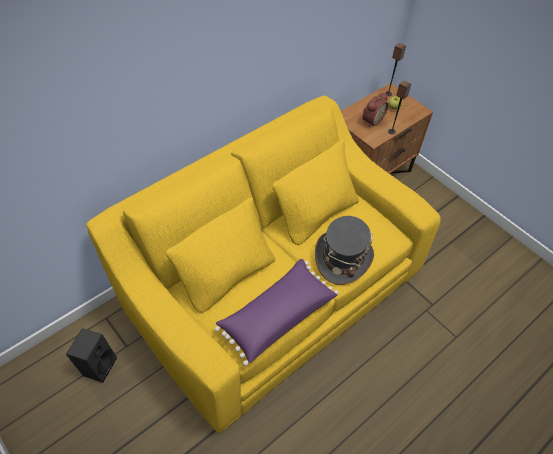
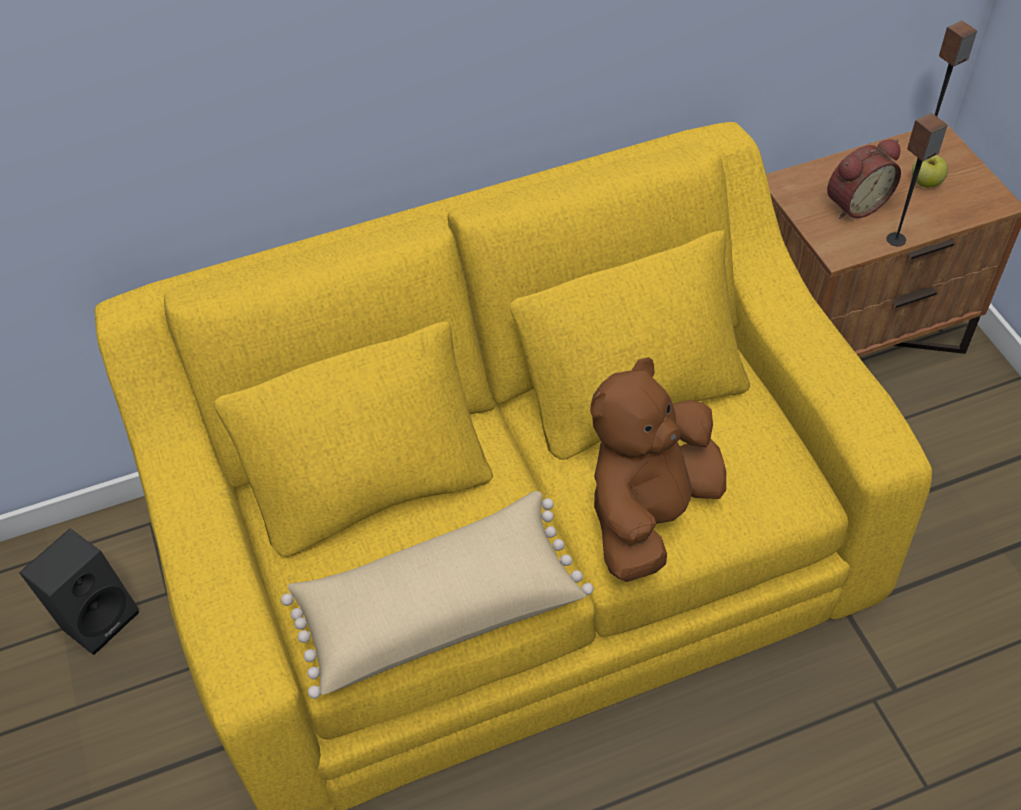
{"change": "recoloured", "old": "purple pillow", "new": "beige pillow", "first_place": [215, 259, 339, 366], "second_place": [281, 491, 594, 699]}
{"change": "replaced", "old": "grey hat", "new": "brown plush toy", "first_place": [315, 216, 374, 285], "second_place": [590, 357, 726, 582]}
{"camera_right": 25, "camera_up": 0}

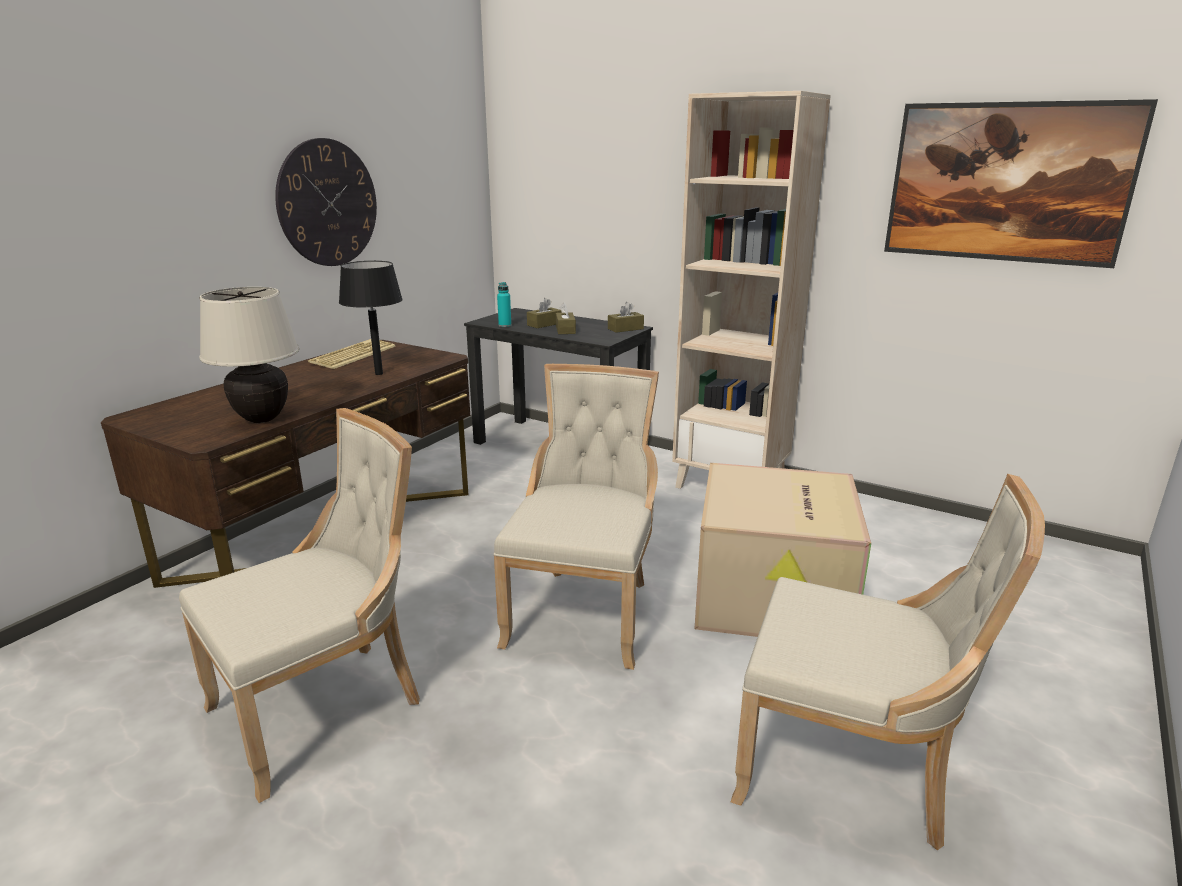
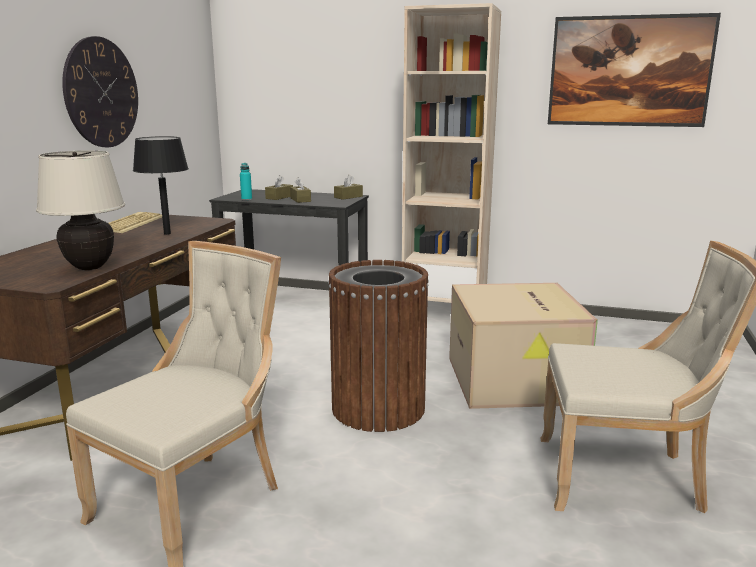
{"change": "replaced", "old": "beige chair", "new": "brown trash can", "first_place": [494, 364, 659, 670], "second_place": [328, 260, 429, 432]}
{"camera_right": -15, "camera_up": -5}

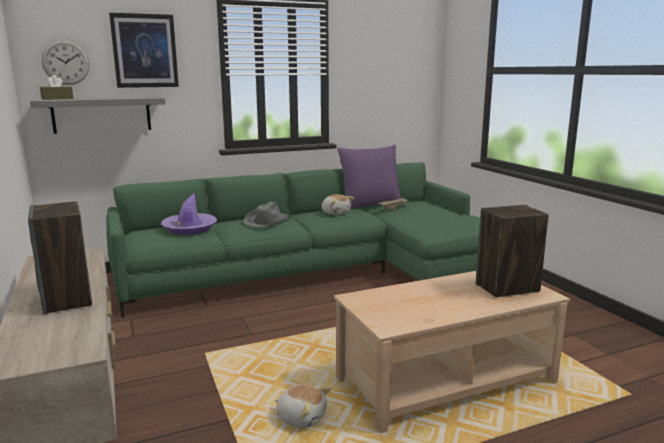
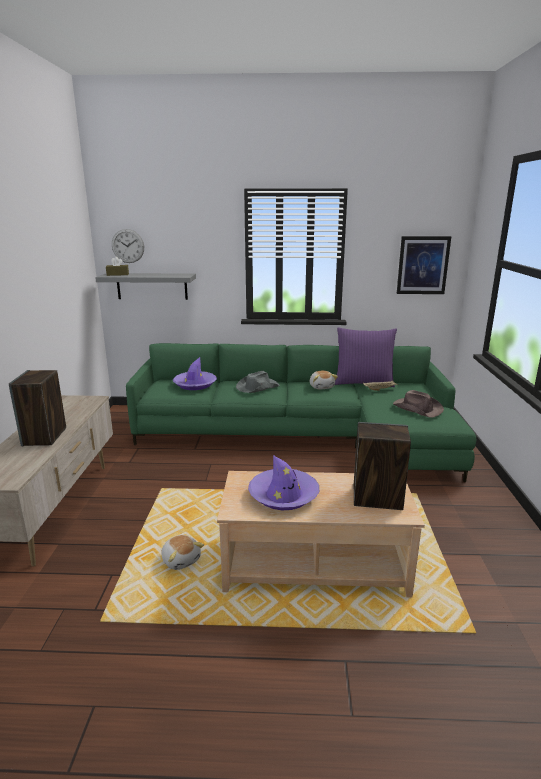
{"change": "moved", "old": "picture", "first_place": [109, 13, 179, 88], "second_place": [397, 236, 451, 294]}
{"change": "added", "new": "purple hat", "second_place": [248, 455, 319, 510]}
{"change": "added", "new": "brown hat", "second_place": [393, 390, 444, 418]}
{"camera_right": 25, "camera_up": 5}

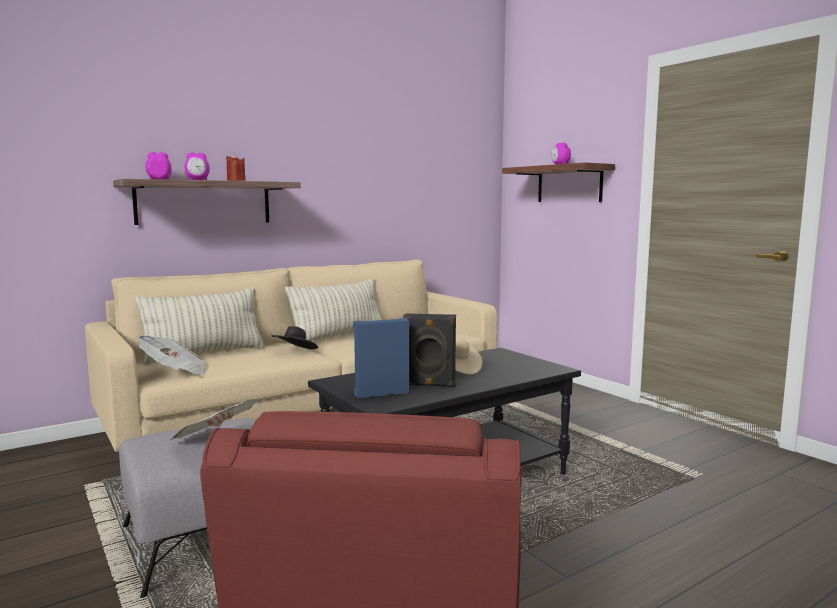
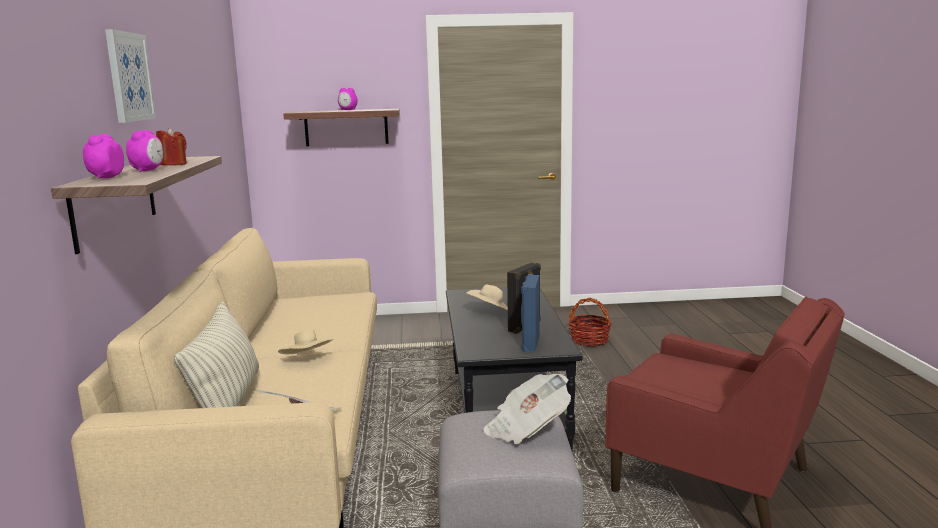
{"change": "recoloured", "old": "black hat", "new": "beige hat", "first_place": [271, 326, 318, 349], "second_place": [278, 329, 333, 354]}
{"change": "removed", "old": "pillow", "first_place": [285, 278, 382, 347]}
{"change": "added", "new": "picture", "second_place": [105, 29, 156, 123]}
{"change": "added", "new": "basket", "second_place": [568, 298, 612, 347]}
{"camera_right": -60, "camera_up": 5}

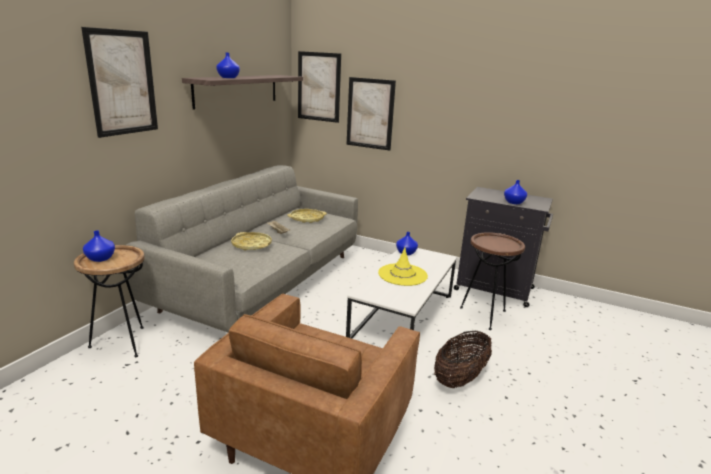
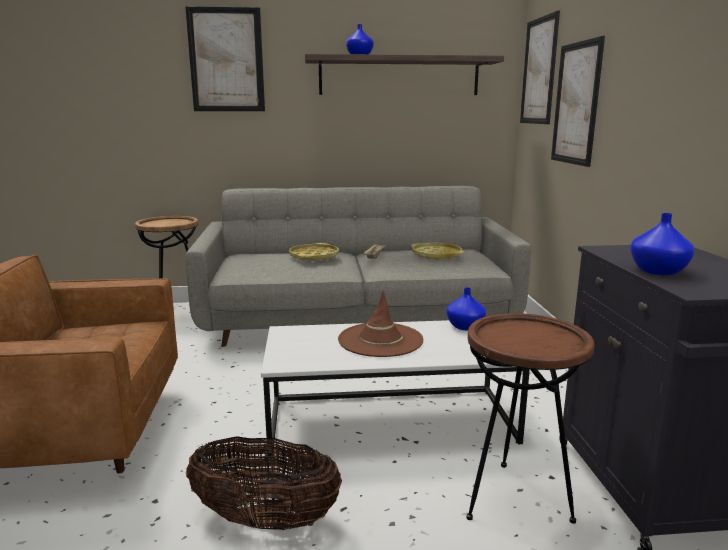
{"change": "removed", "old": "blue vase", "first_place": [83, 231, 115, 262]}
{"change": "recoloured", "old": "yellow hat", "new": "brown hat", "first_place": [378, 247, 428, 286], "second_place": [338, 291, 423, 357]}
{"camera_right": 60, "camera_up": -5}

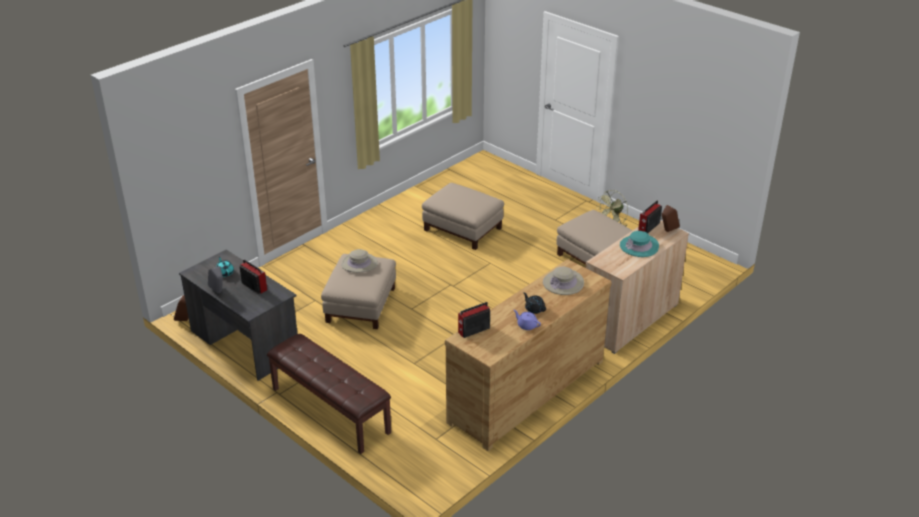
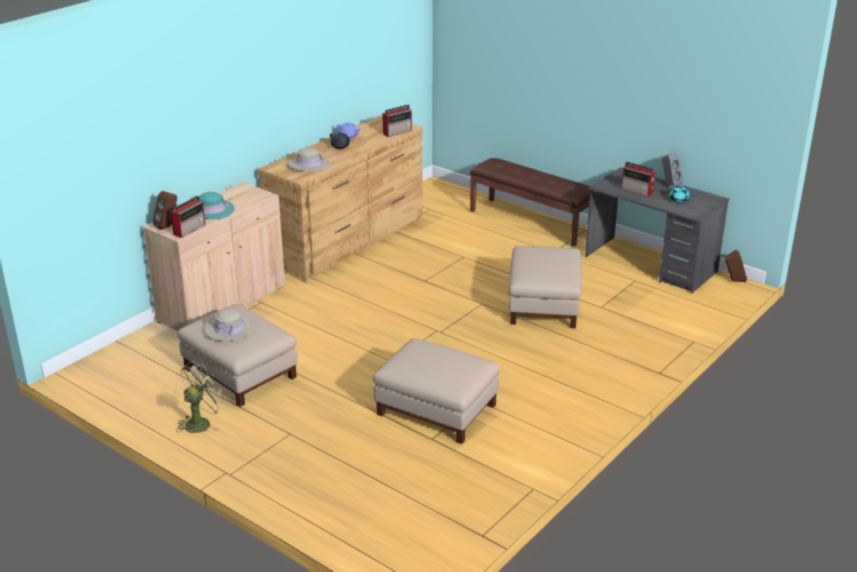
{"change": "moved", "old": "beige hat", "first_place": [341, 249, 378, 273], "second_place": [204, 309, 254, 341]}
{"camera_right": 175, "camera_up": -5}

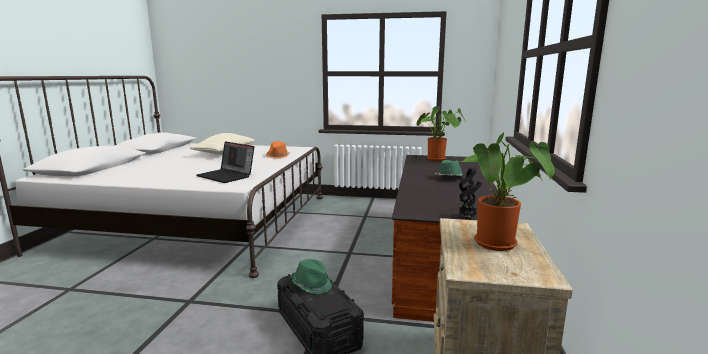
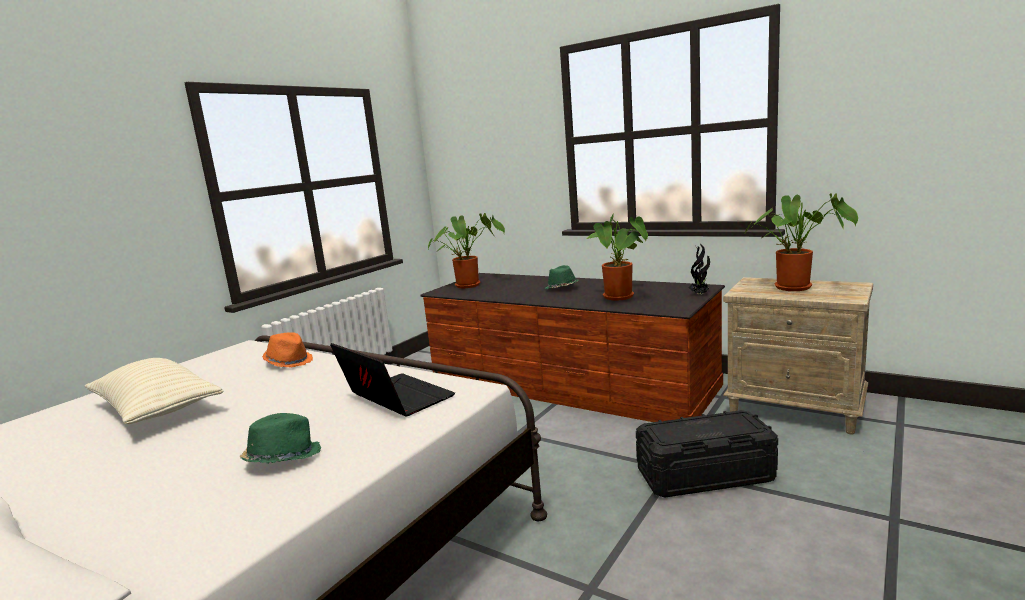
{"change": "turned", "old": "laptop", "first_place": [196, 142, 254, 183], "second_place": [330, 343, 455, 417], "degrees": -105}
{"change": "moved", "old": "green hat", "first_place": [291, 259, 332, 294], "second_place": [240, 413, 321, 464]}
{"change": "added", "new": "potted plant", "second_place": [586, 213, 648, 300]}
{"camera_right": -65, "camera_up": 0}

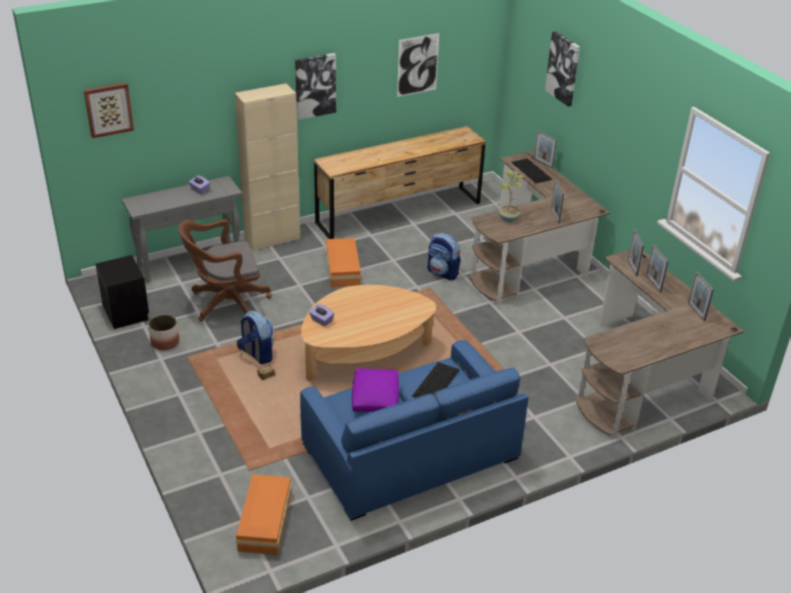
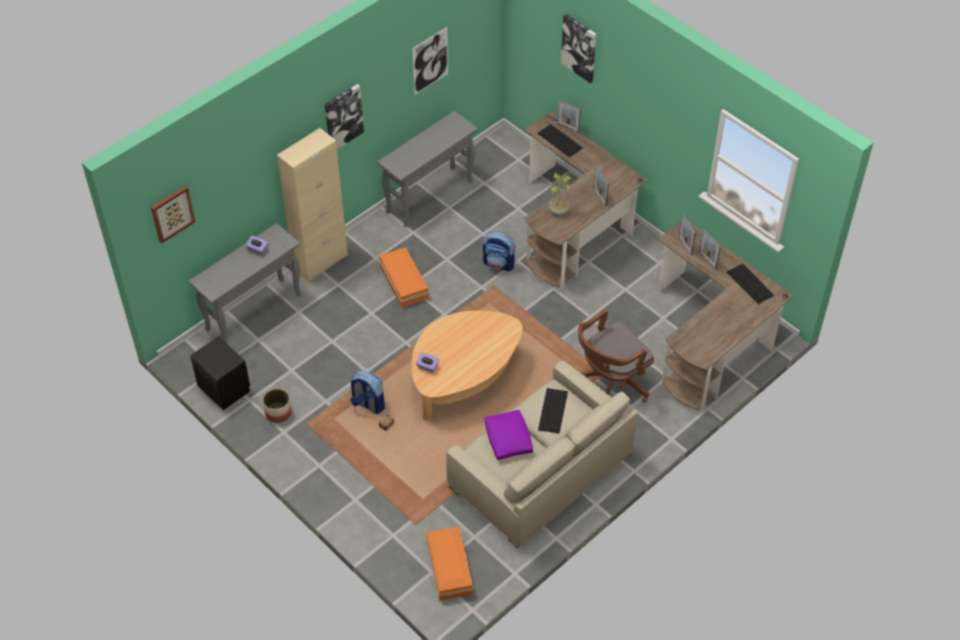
{"change": "moved", "old": "brown office chair", "first_place": [179, 220, 272, 322], "second_place": [578, 310, 654, 403]}
{"change": "recoloured", "old": "blue sofa", "new": "beige sofa", "first_place": [300, 340, 529, 521], "second_place": [446, 360, 638, 548]}
{"change": "replaced", "old": "brown dresser", "new": "grey console table", "first_place": [314, 126, 486, 239], "second_place": [377, 111, 478, 227]}
{"change": "replaced", "old": "picture frame", "new": "keyboard", "first_place": [688, 271, 714, 321], "second_place": [727, 263, 774, 304]}
{"camera_right": -15, "camera_up": 15}

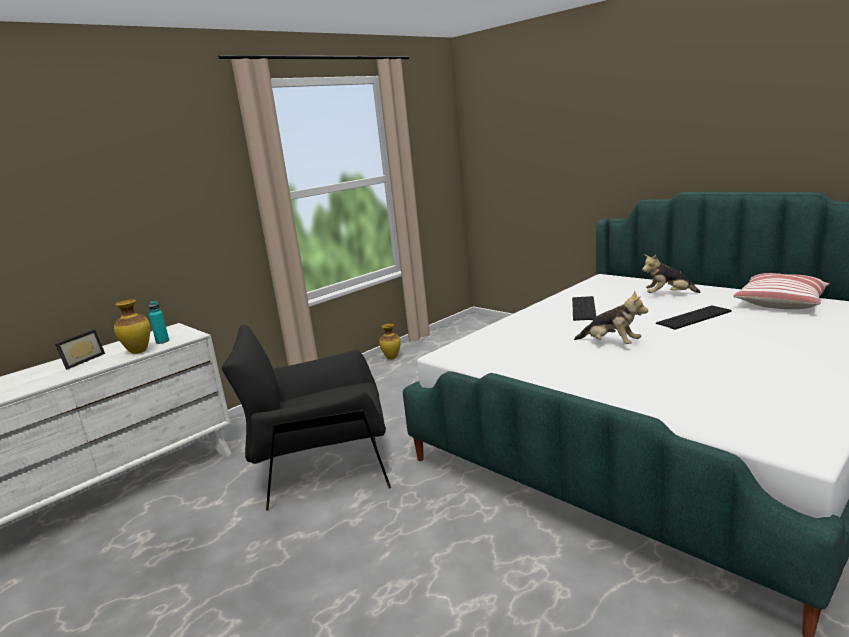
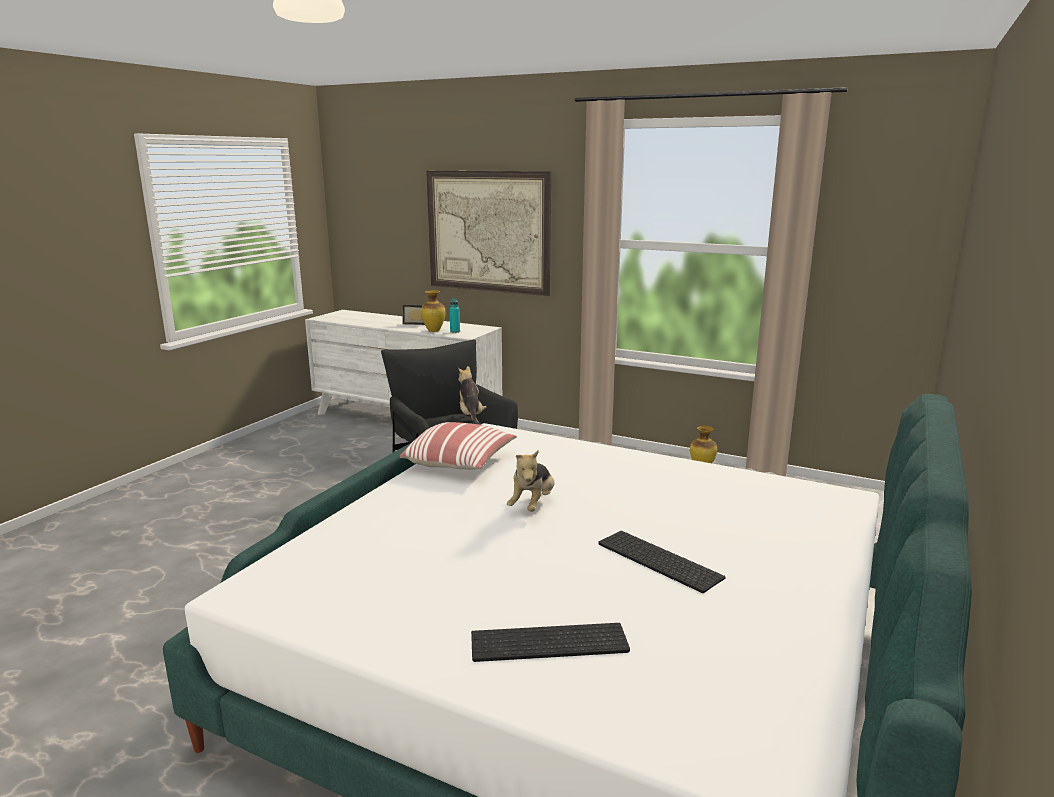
{"change": "moved", "old": "keyboard", "first_place": [572, 296, 596, 321], "second_place": [471, 623, 630, 662]}
{"change": "moved", "old": "plush toy", "first_place": [642, 255, 701, 293], "second_place": [458, 366, 487, 425]}
{"change": "moved", "old": "pillow", "first_place": [733, 273, 830, 309], "second_place": [400, 422, 517, 470]}
{"change": "added", "new": "picture", "second_place": [426, 171, 551, 296]}
{"camera_right": 70, "camera_up": 0}

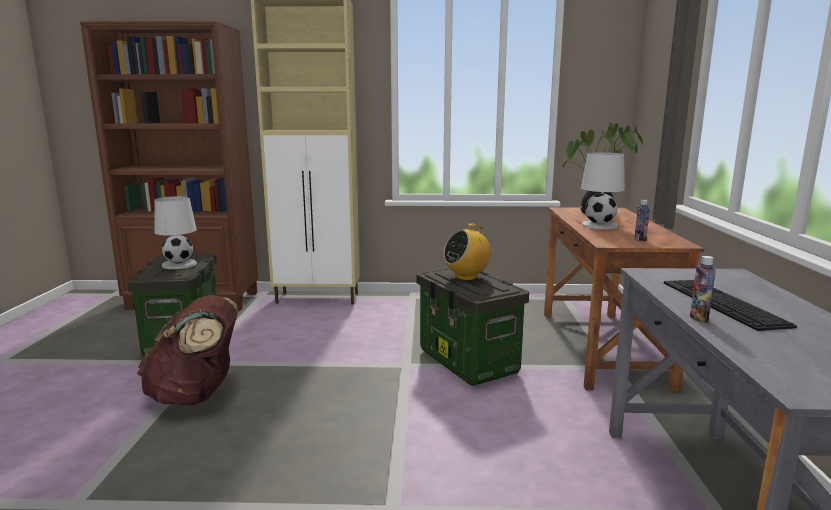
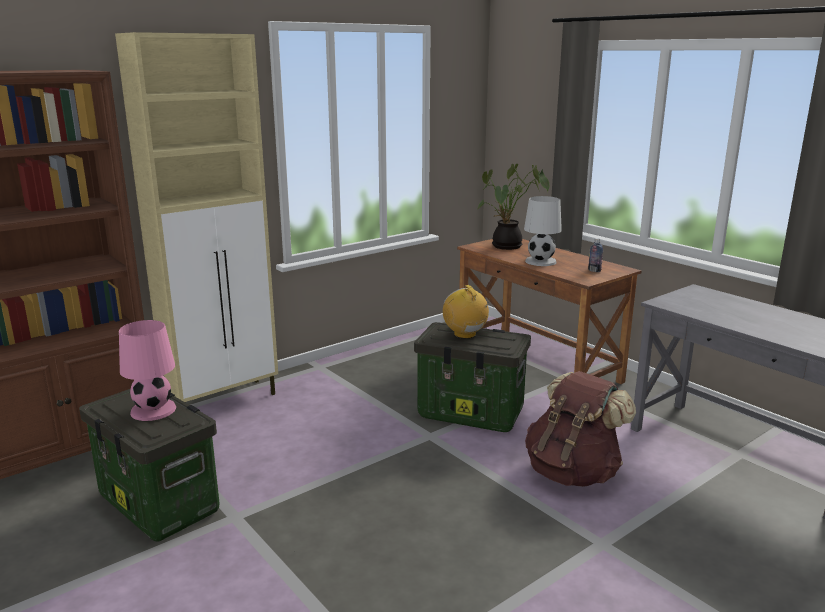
{"change": "moved", "old": "brown backpack", "first_place": [137, 295, 238, 405], "second_place": [525, 371, 636, 487]}
{"change": "recoloured", "old": "white table lamp", "new": "pink table lamp", "first_place": [154, 196, 197, 269], "second_place": [119, 320, 176, 421]}
{"change": "turned", "old": "radio", "first_place": [443, 224, 491, 281], "second_place": [443, 285, 490, 339], "degrees": 135}
{"change": "removed", "old": "keyboard", "first_place": [664, 280, 797, 331]}
{"change": "removed", "old": "bottle", "first_place": [690, 256, 716, 323]}
{"camera_right": -40, "camera_up": 5}

